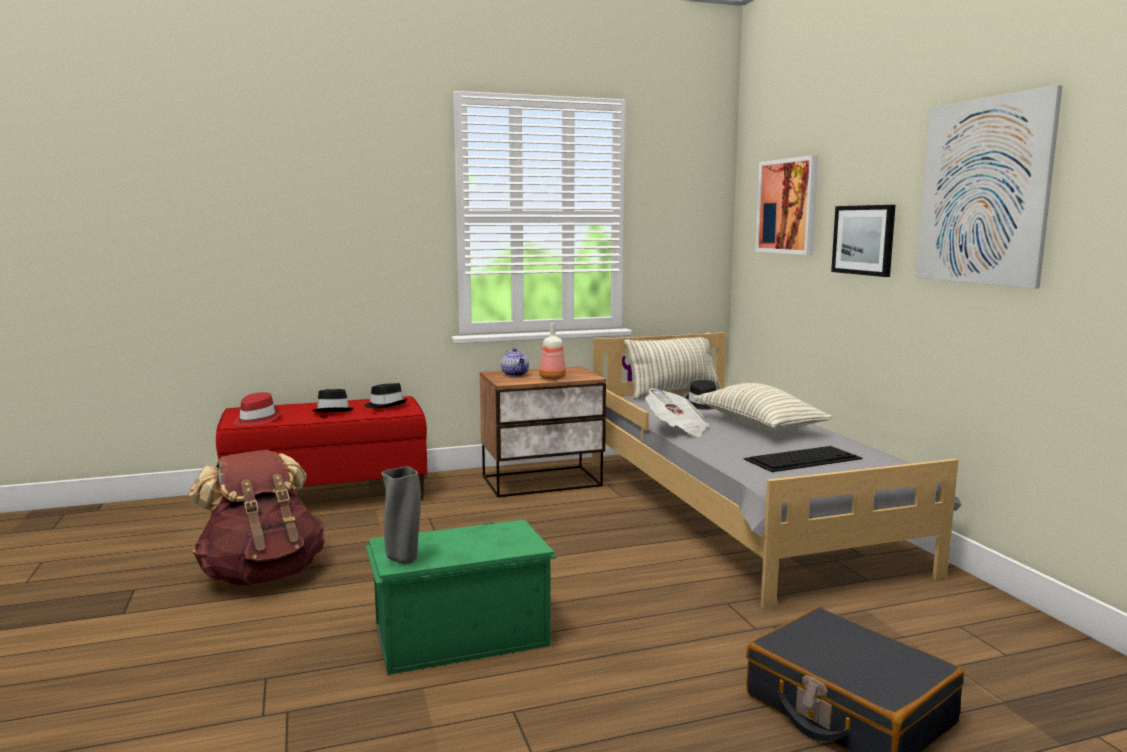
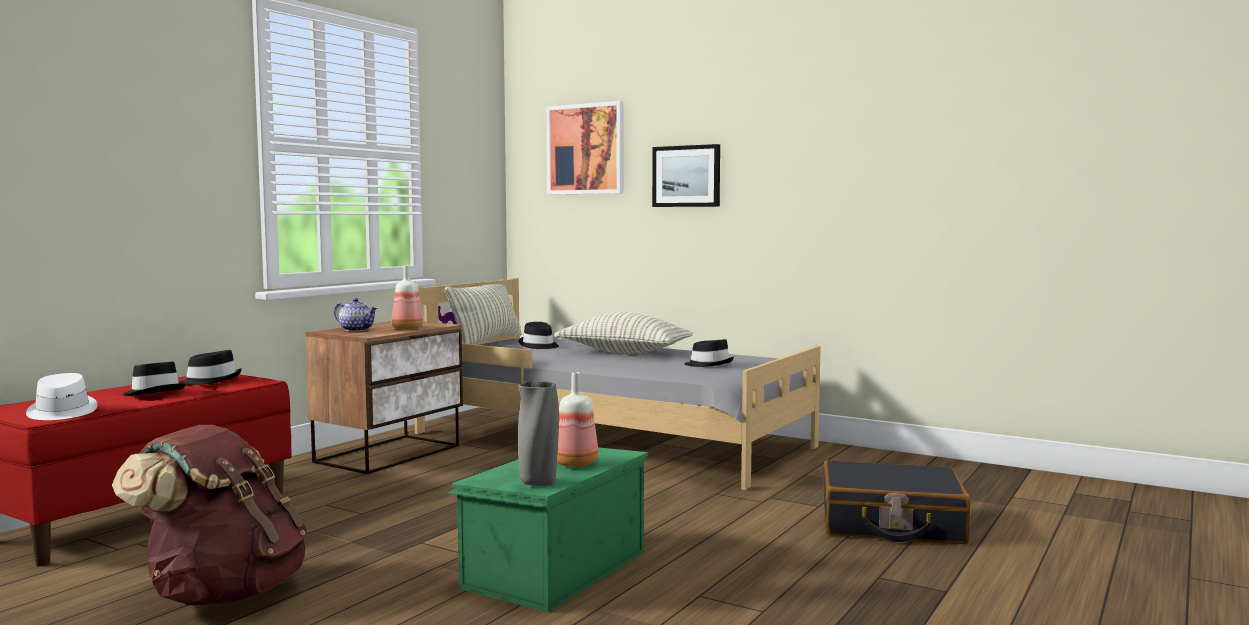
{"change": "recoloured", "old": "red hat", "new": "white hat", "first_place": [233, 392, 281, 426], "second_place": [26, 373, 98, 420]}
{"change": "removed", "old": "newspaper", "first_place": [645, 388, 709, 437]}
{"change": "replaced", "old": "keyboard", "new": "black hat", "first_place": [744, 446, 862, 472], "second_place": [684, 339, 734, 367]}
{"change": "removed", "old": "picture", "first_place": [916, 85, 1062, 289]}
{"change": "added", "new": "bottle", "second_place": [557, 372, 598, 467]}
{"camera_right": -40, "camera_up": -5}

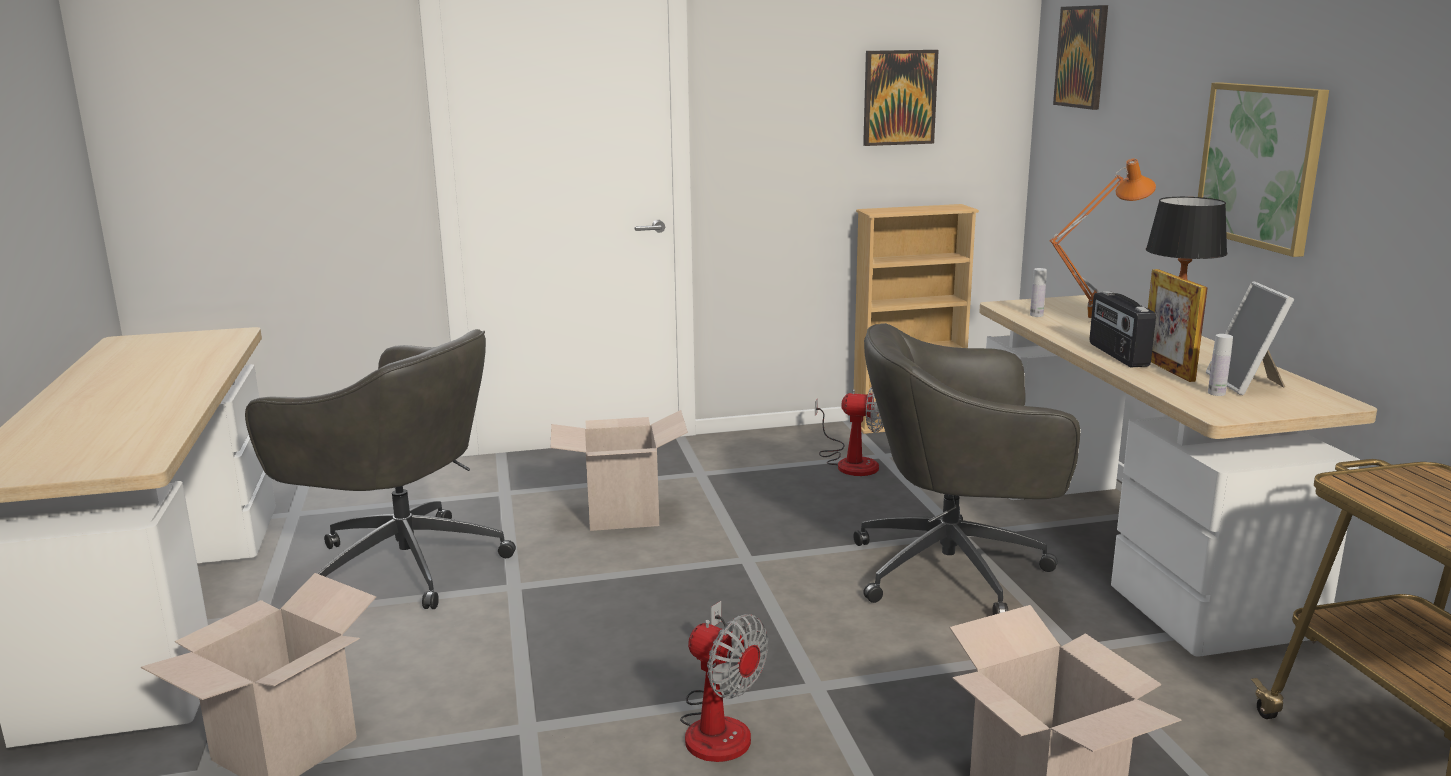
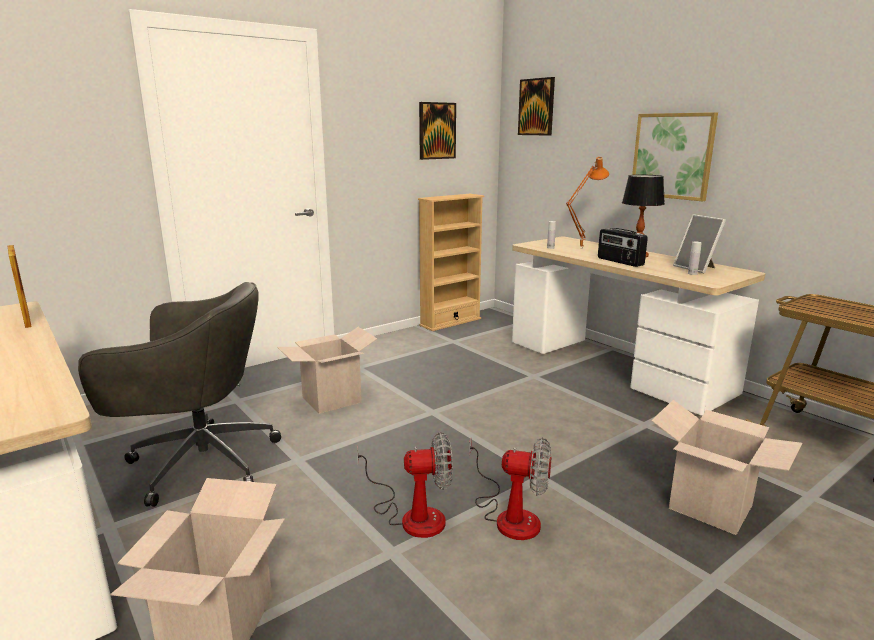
{"change": "moved", "old": "fan", "first_place": [815, 386, 883, 476], "second_place": [357, 432, 453, 538]}
{"change": "removed", "old": "grey office chair", "first_place": [853, 323, 1080, 615]}
{"change": "moved", "old": "picture frame", "first_place": [1148, 269, 1208, 382], "second_place": [8, 245, 32, 328]}
{"camera_right": -25, "camera_up": 0}

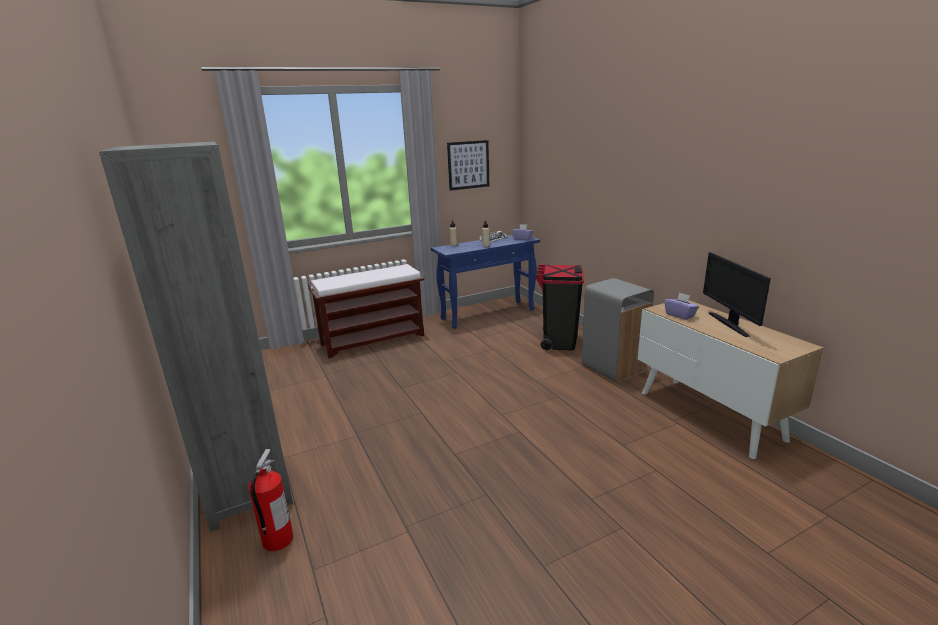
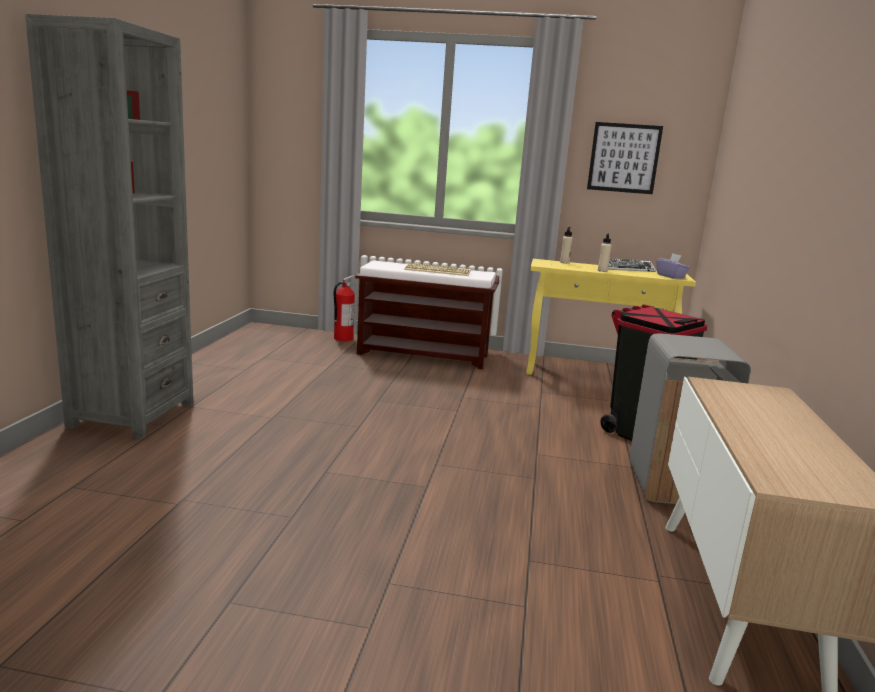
{"change": "moved", "old": "fire extinguisher", "first_place": [248, 449, 294, 551], "second_place": [334, 275, 355, 342]}
{"change": "recoloured", "old": "blue console table", "new": "yellow console table", "first_place": [431, 235, 540, 329], "second_place": [526, 259, 696, 375]}
{"change": "removed", "old": "purple tissue box", "first_place": [664, 292, 699, 320]}
{"change": "removed", "old": "monitor", "first_place": [703, 252, 771, 337]}
{"change": "added", "new": "keyboard", "second_place": [404, 263, 471, 276]}
{"camera_right": 35, "camera_up": -5}

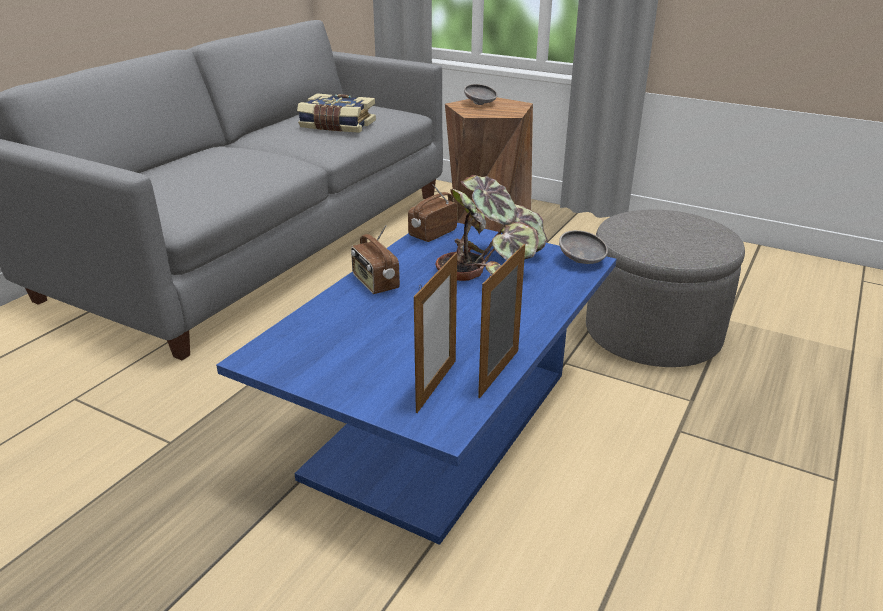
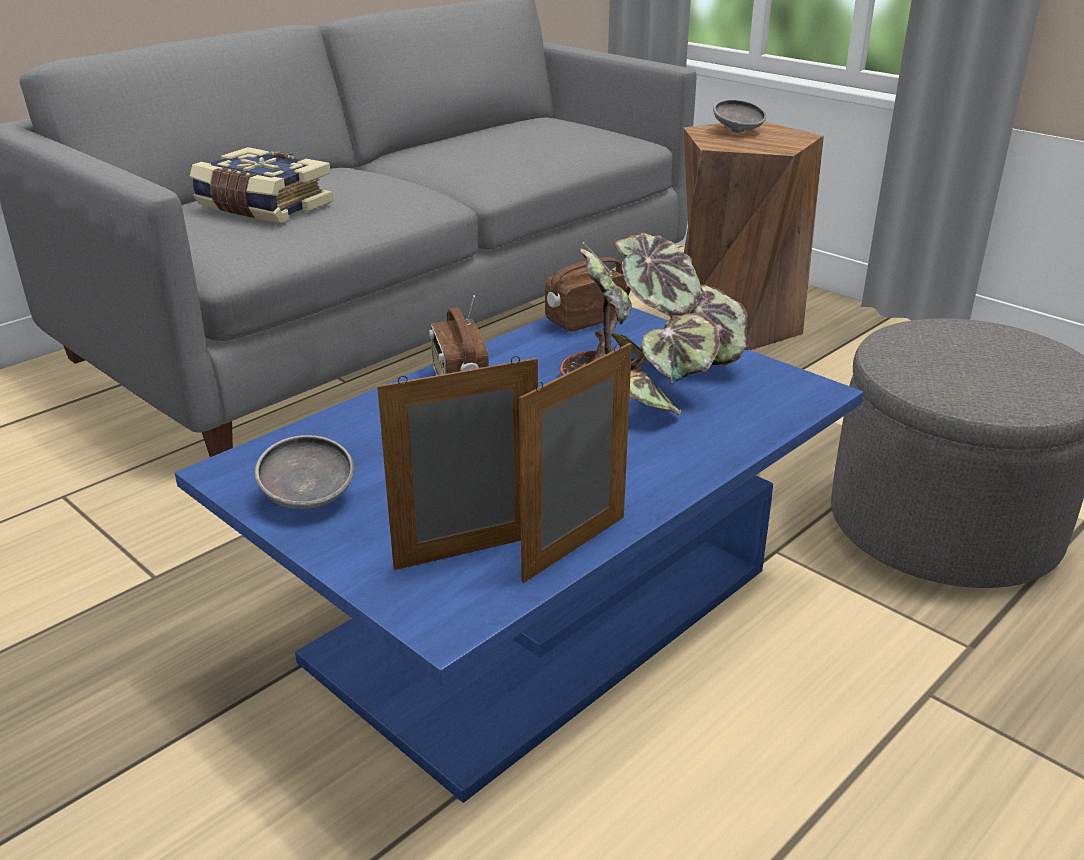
{"change": "moved", "old": "book", "first_place": [297, 93, 376, 133], "second_place": [190, 147, 333, 223]}
{"change": "turned", "old": "picture frame", "first_place": [414, 253, 457, 413], "second_place": [377, 356, 538, 570], "degrees": -150}
{"change": "moved", "old": "grey bowl", "first_place": [559, 230, 608, 264], "second_place": [255, 435, 354, 509]}
{"camera_right": 15, "camera_up": 0}

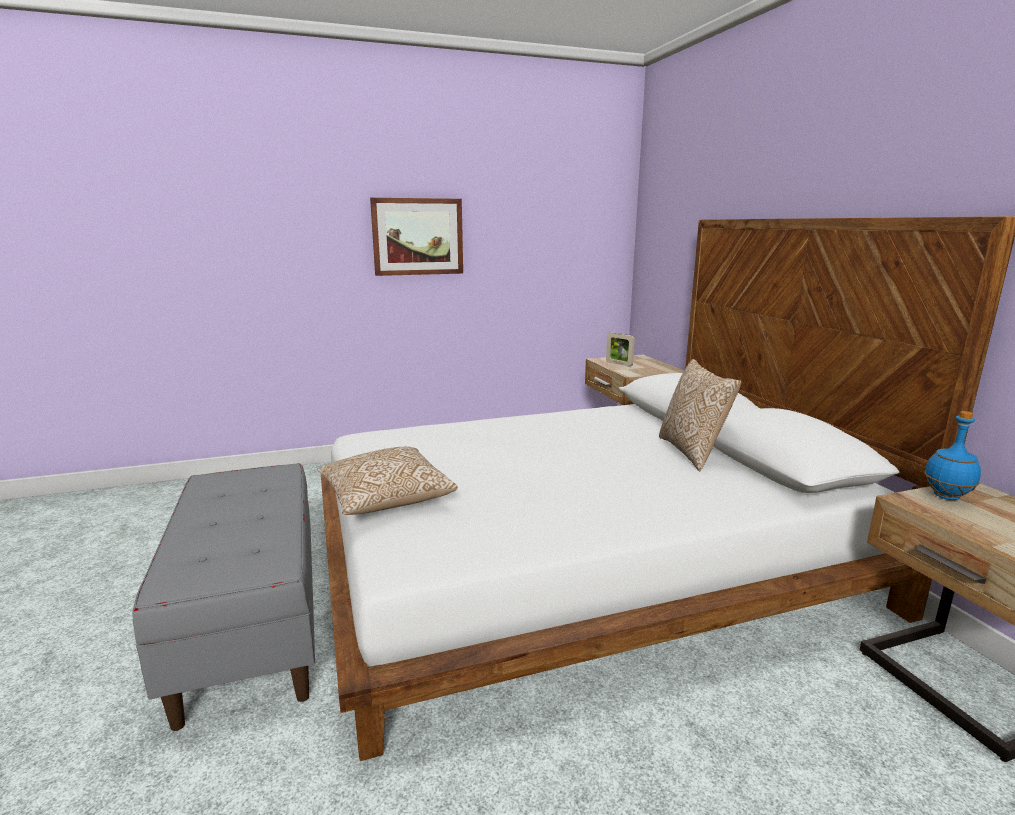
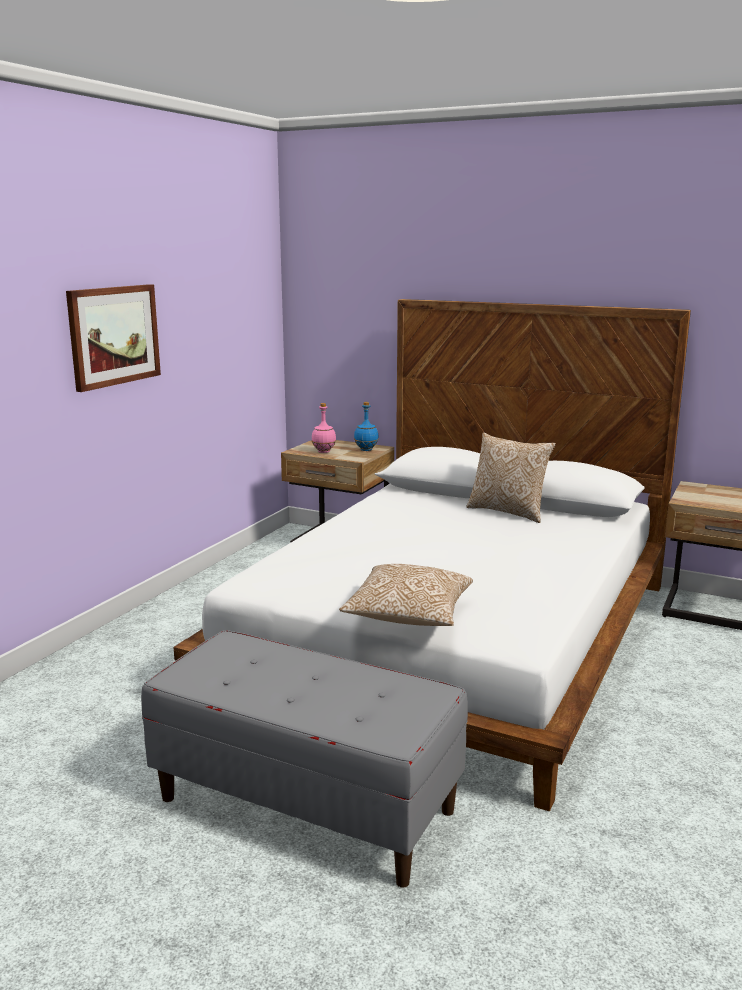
{"change": "replaced", "old": "picture frame", "new": "pink bottle", "first_place": [606, 332, 635, 367], "second_place": [311, 403, 336, 453]}
{"change": "moved", "old": "blue bottle", "first_place": [924, 411, 981, 500], "second_place": [354, 402, 379, 451]}
{"camera_right": -45, "camera_up": 0}

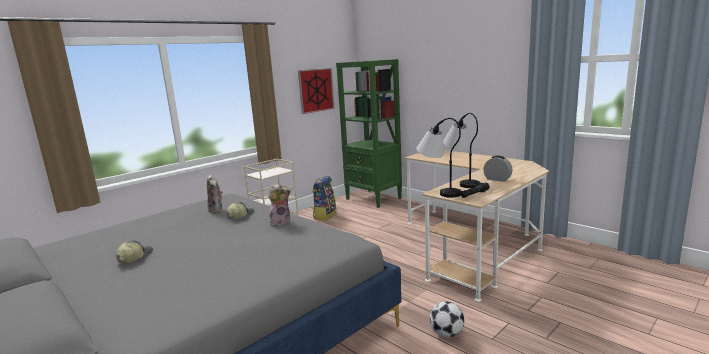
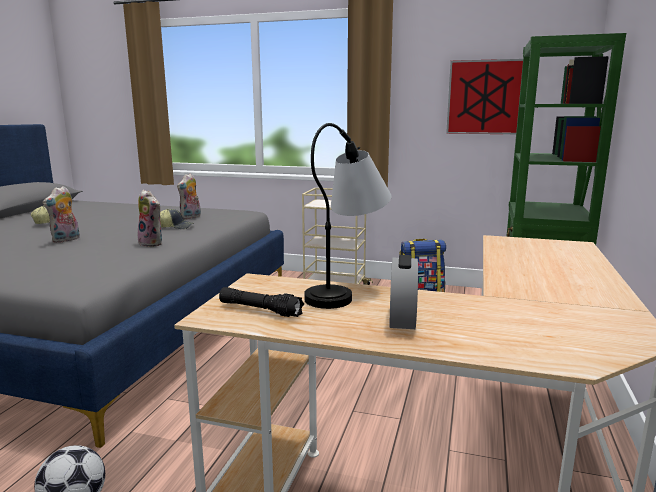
{"change": "removed", "old": "table lamp", "first_place": [416, 118, 462, 198]}
{"change": "added", "new": "plush toy", "second_place": [43, 186, 80, 243]}
{"camera_right": 60, "camera_up": 0}

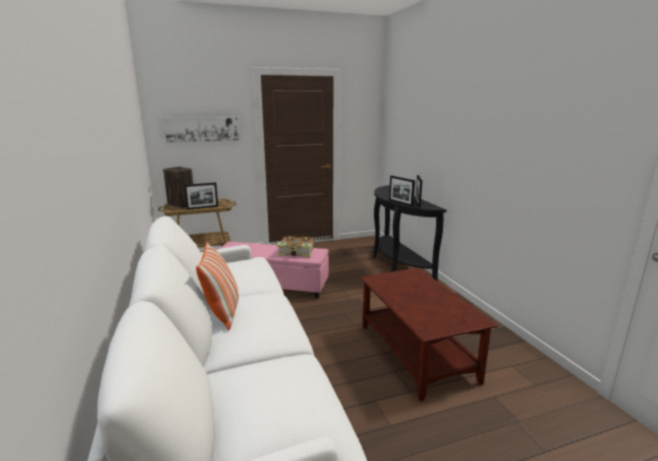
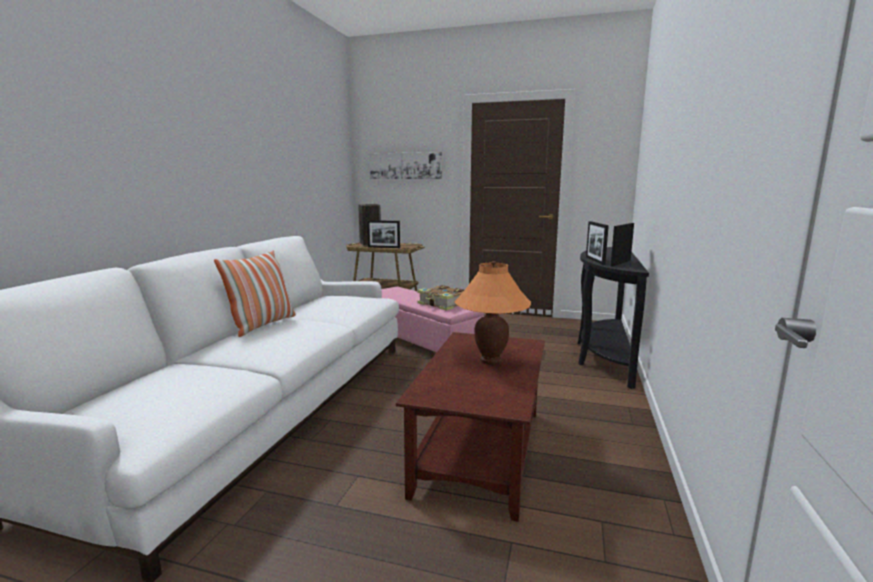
{"change": "added", "new": "orange table lamp", "second_place": [454, 261, 531, 365]}
{"camera_right": 35, "camera_up": -5}

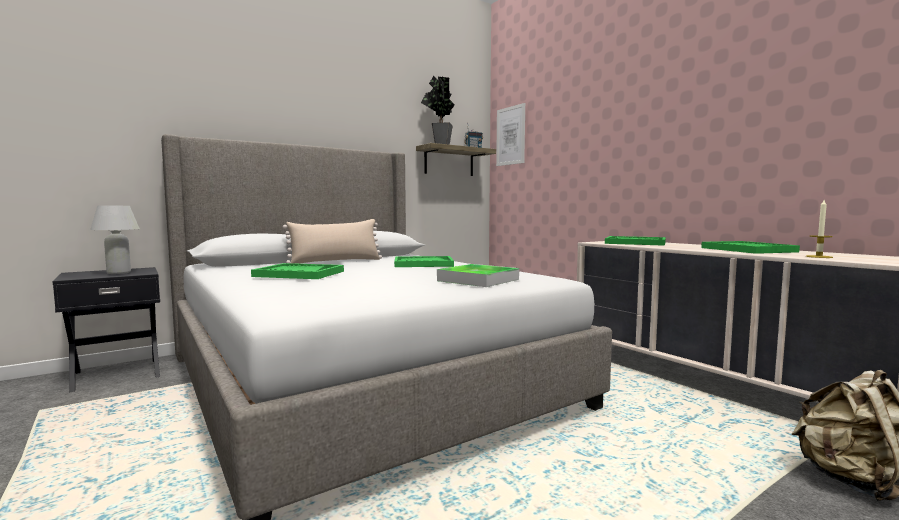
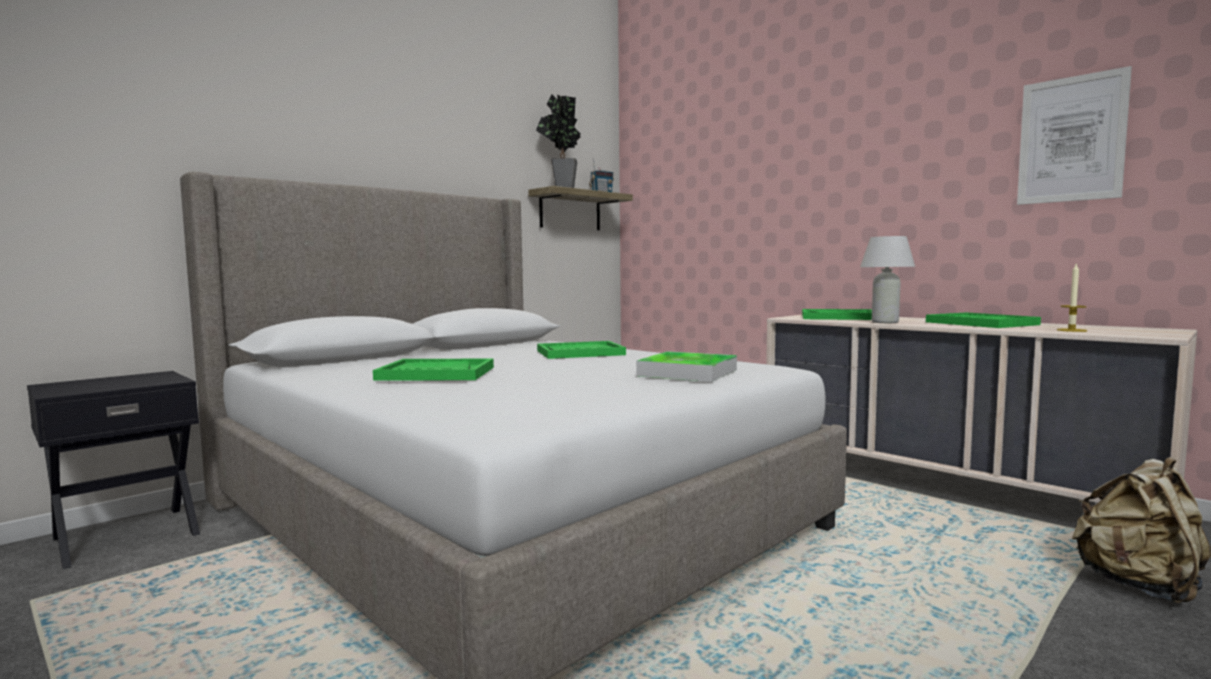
{"change": "moved", "old": "white table lamp", "first_place": [90, 206, 140, 274], "second_place": [860, 236, 915, 323]}
{"change": "removed", "old": "beige pillow", "first_place": [283, 219, 382, 264]}
{"change": "moved", "old": "picture", "first_place": [496, 103, 525, 166], "second_place": [1017, 66, 1132, 205]}
{"camera_right": -10, "camera_up": 0}

